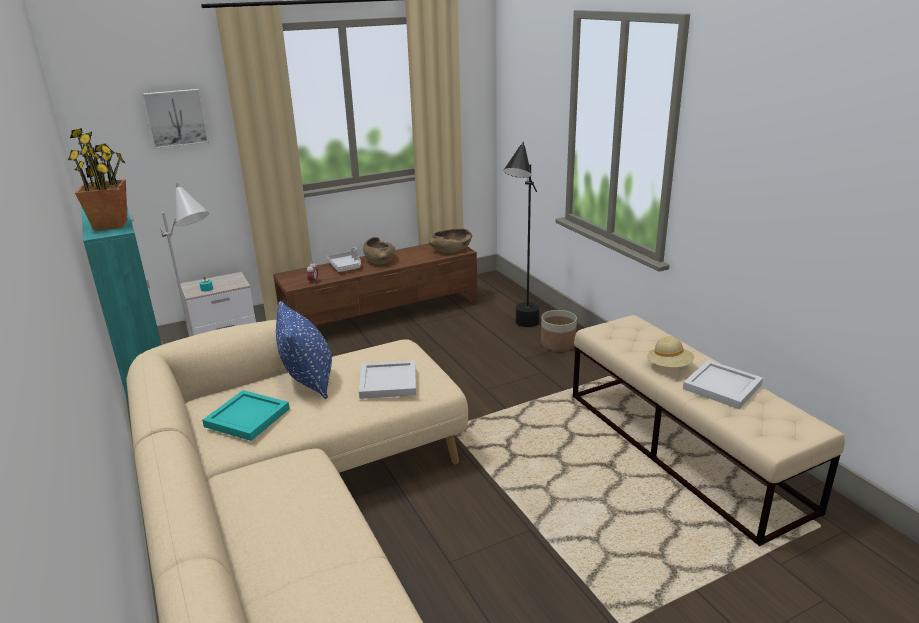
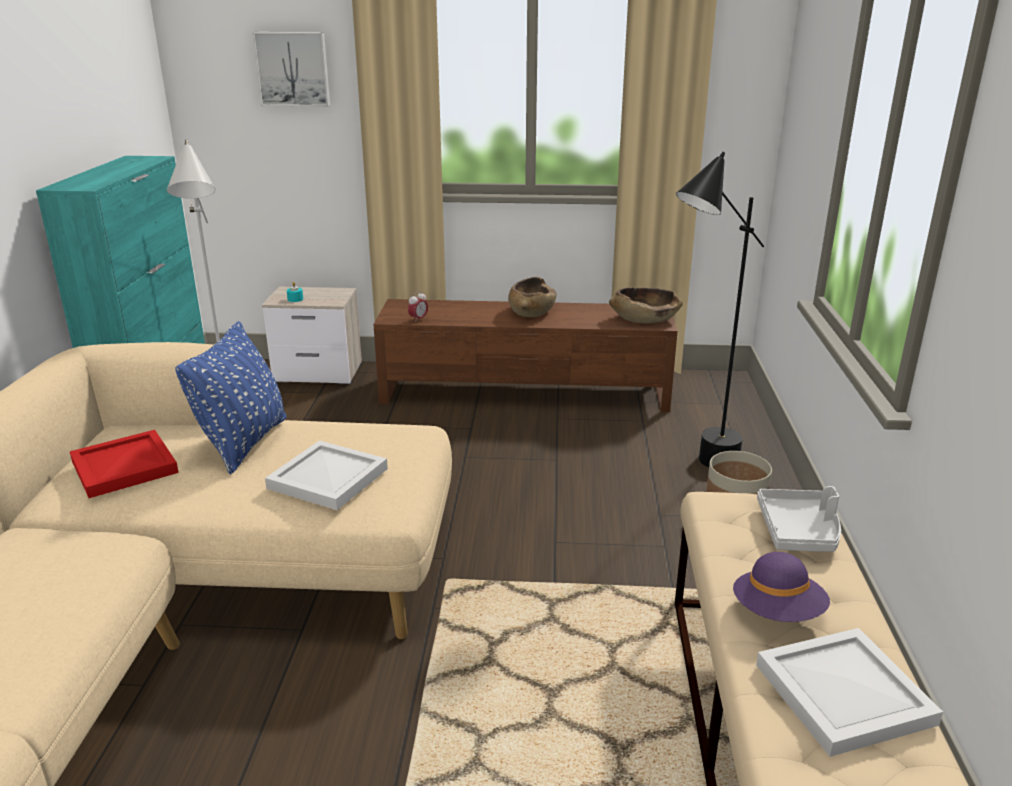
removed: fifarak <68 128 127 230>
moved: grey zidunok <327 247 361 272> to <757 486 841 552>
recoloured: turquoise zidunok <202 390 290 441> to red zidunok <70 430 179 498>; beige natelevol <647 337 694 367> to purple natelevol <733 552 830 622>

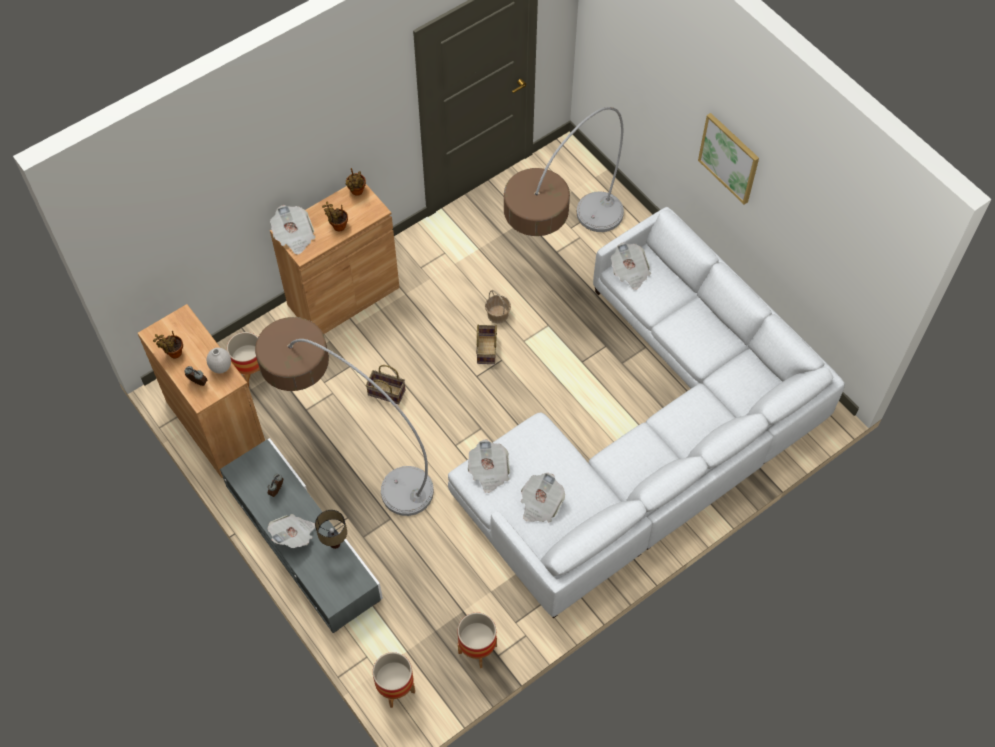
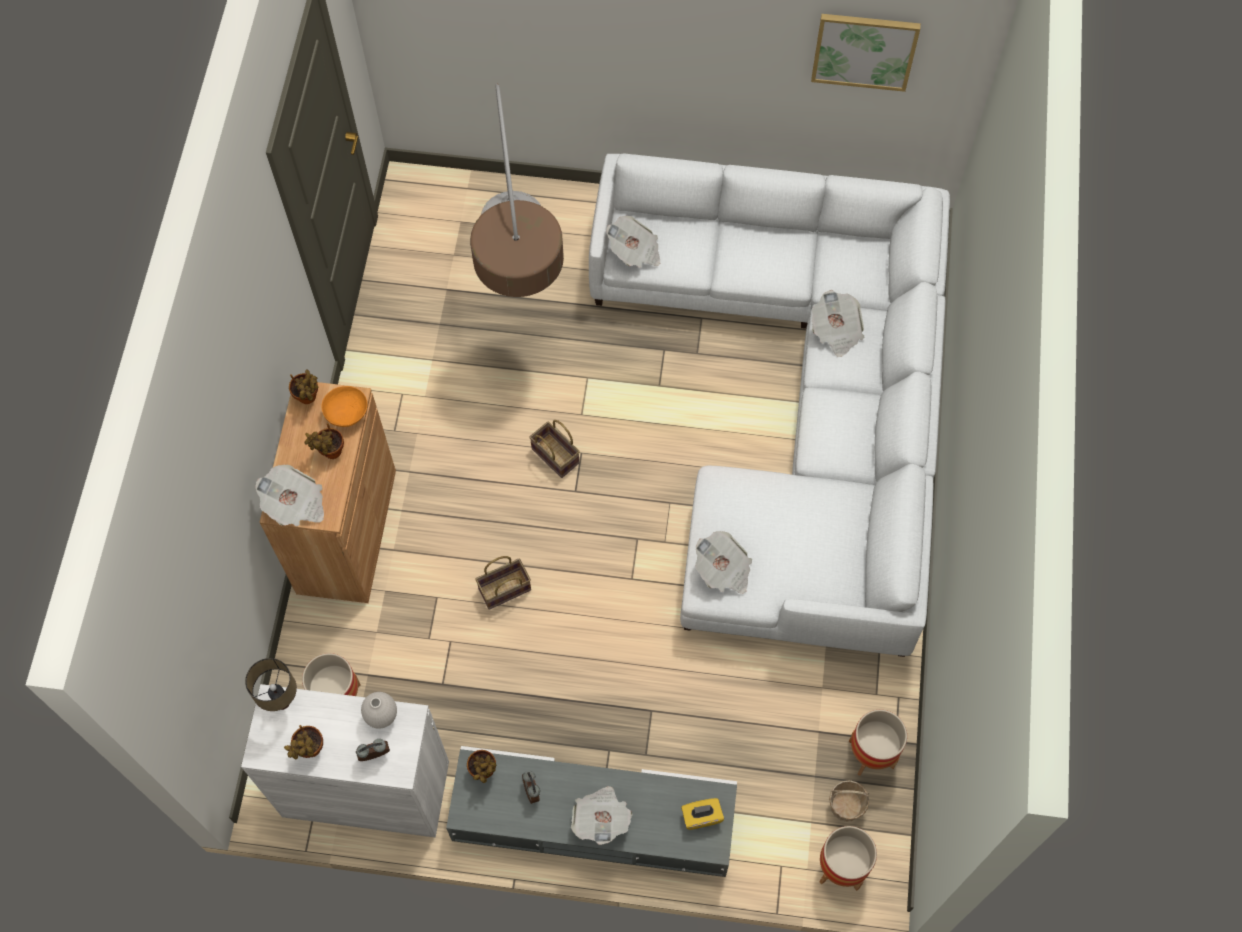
removed: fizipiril <255 317 434 516>
added: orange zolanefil <321 386 367 427>; fifarak <467 750 496 783>; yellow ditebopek <681 798 724 830>
moved: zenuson <315 510 347 549> to <245 658 297 711>; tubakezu <698 113 759 205> to <811 14 921 92>; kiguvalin <521 473 565 522> to <812 290 865 357>; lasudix <485 290 511 324> to <829 780 869 822>
recoloured: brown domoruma <138 304 265 478> to white domoruma <241 684 449 837>

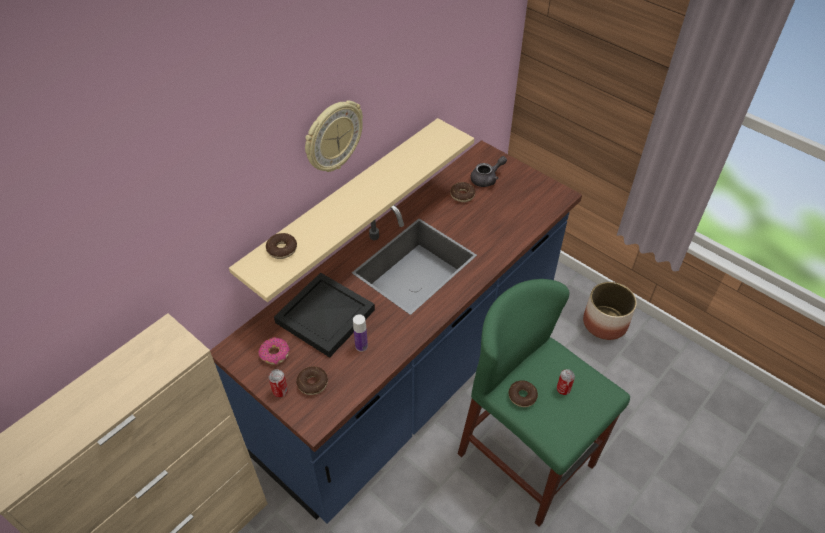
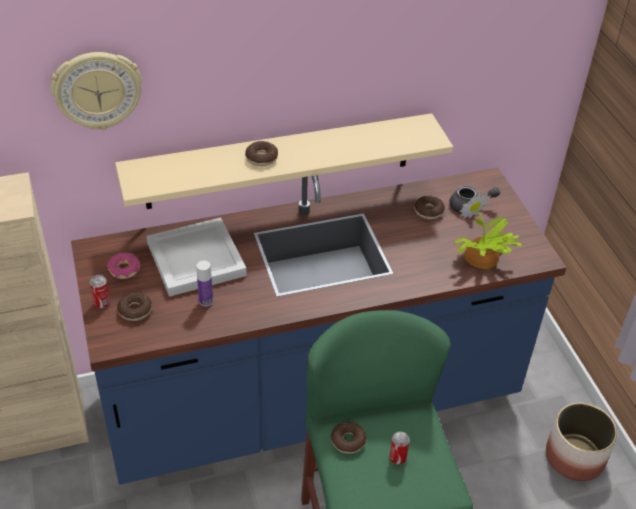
added: fifarak <455 193 524 269>
moved: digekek <305 100 363 172> to <51 52 142 130>; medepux <266 233 297 259> to <245 141 278 166>
recoloured: black zidunok <274 272 375 358> to white zidunok <147 218 247 297>

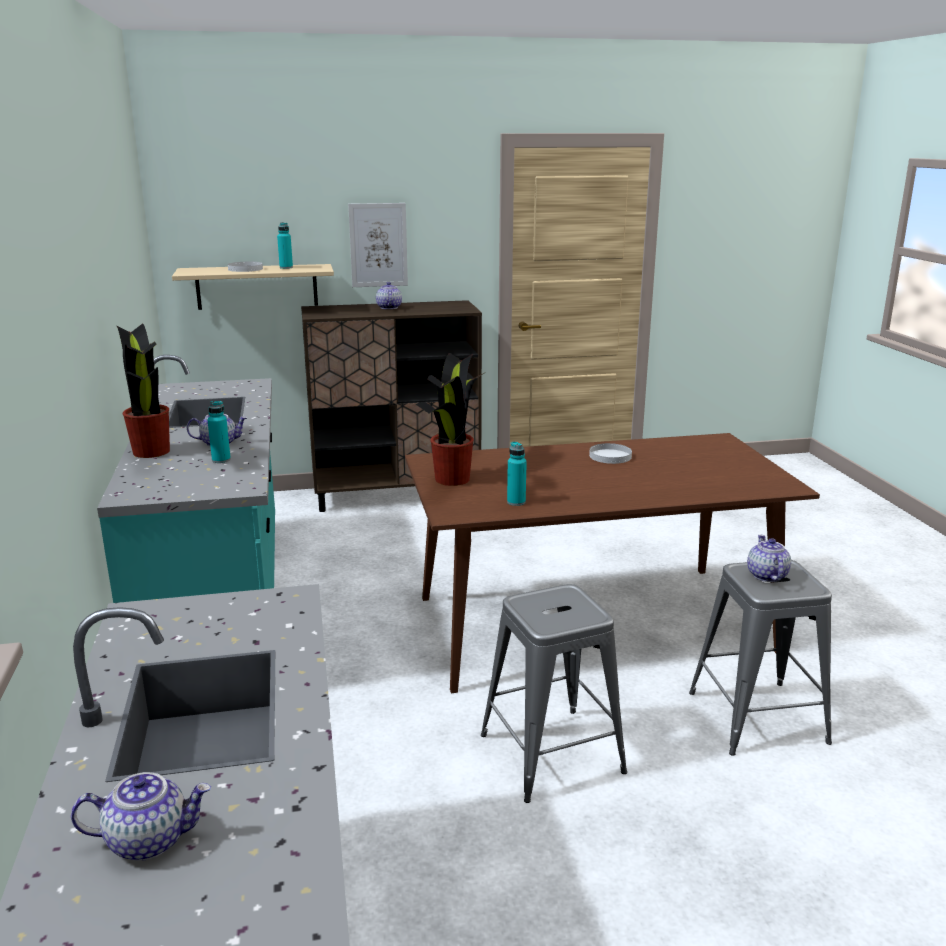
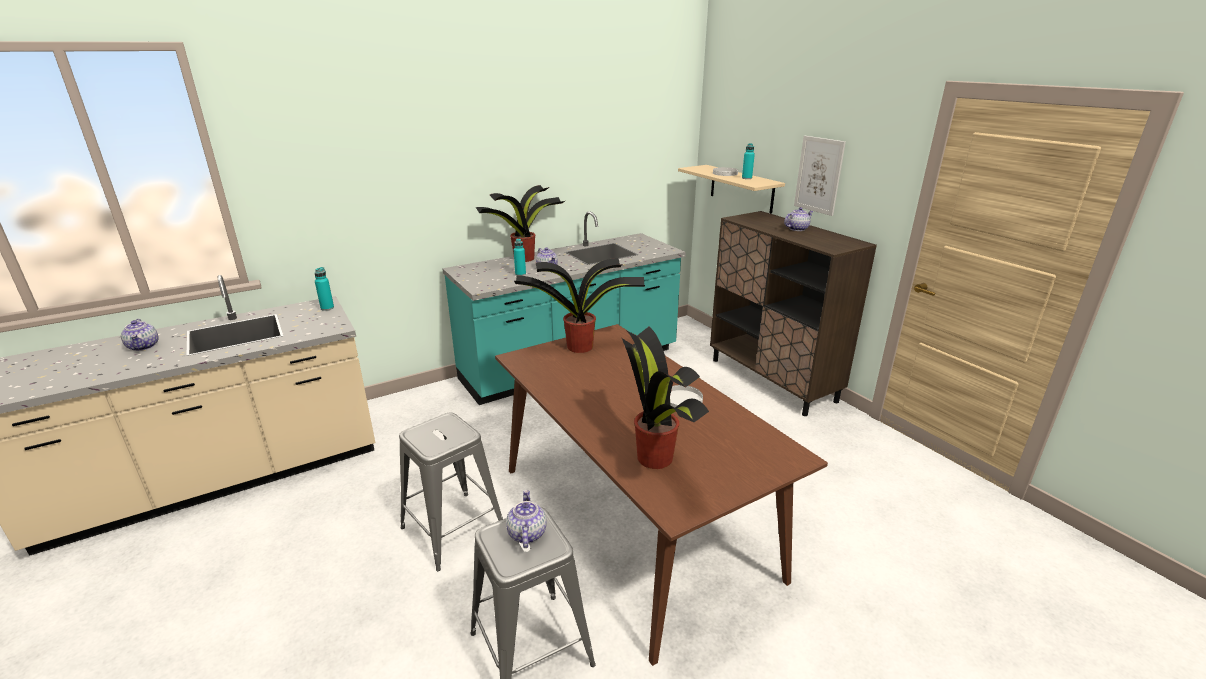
added: fifarak <622 327 709 469>
moved: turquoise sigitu <507 441 527 506> to <315 267 334 311>
turned: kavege <747 535 791 582> = <506 490 547 548> 75 degrees counterclockwise

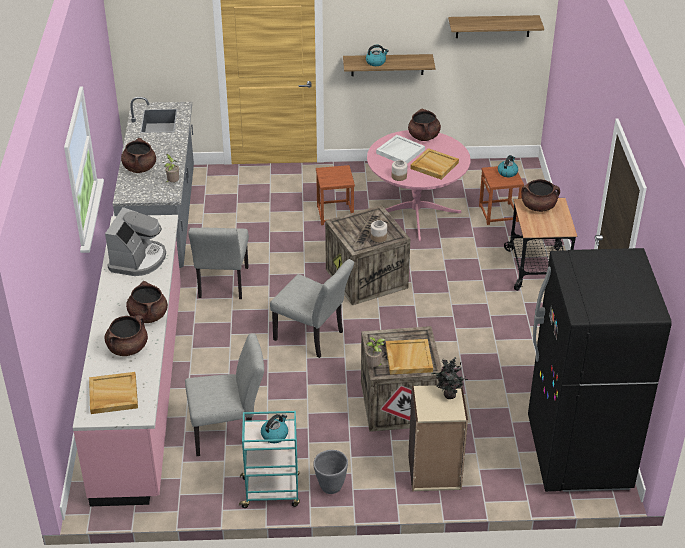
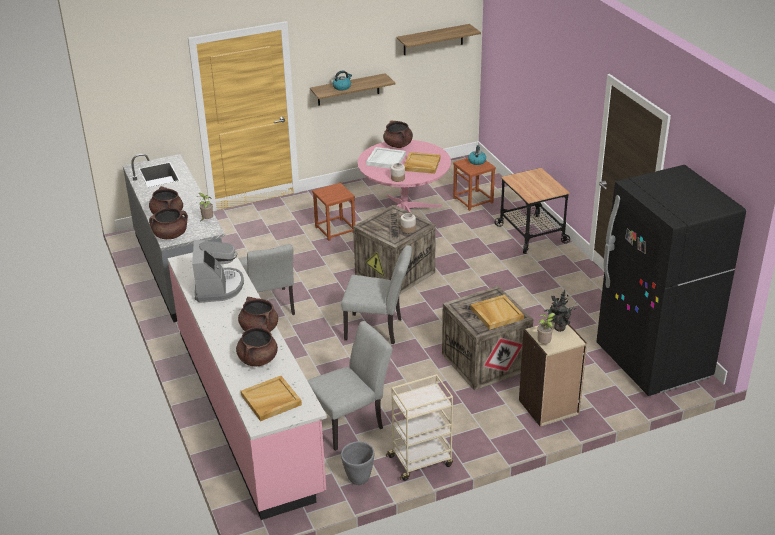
removed: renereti <261 414 288 443>
moved: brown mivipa <521 179 560 212> to <149 208 188 239>; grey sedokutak <313 450 348 494> to <341 441 374 485>; fifarak <366 337 385 367> to <537 313 555 344>
recoloured: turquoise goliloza <239 411 300 508> to beige goliloza <386 374 453 481>

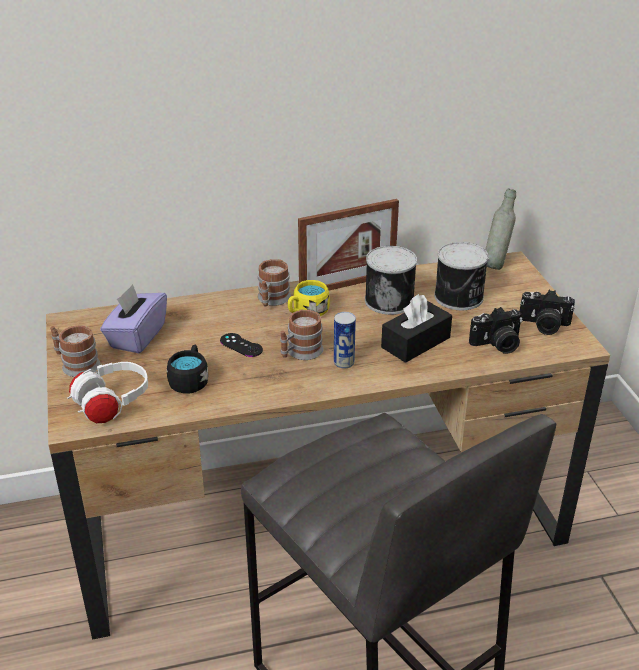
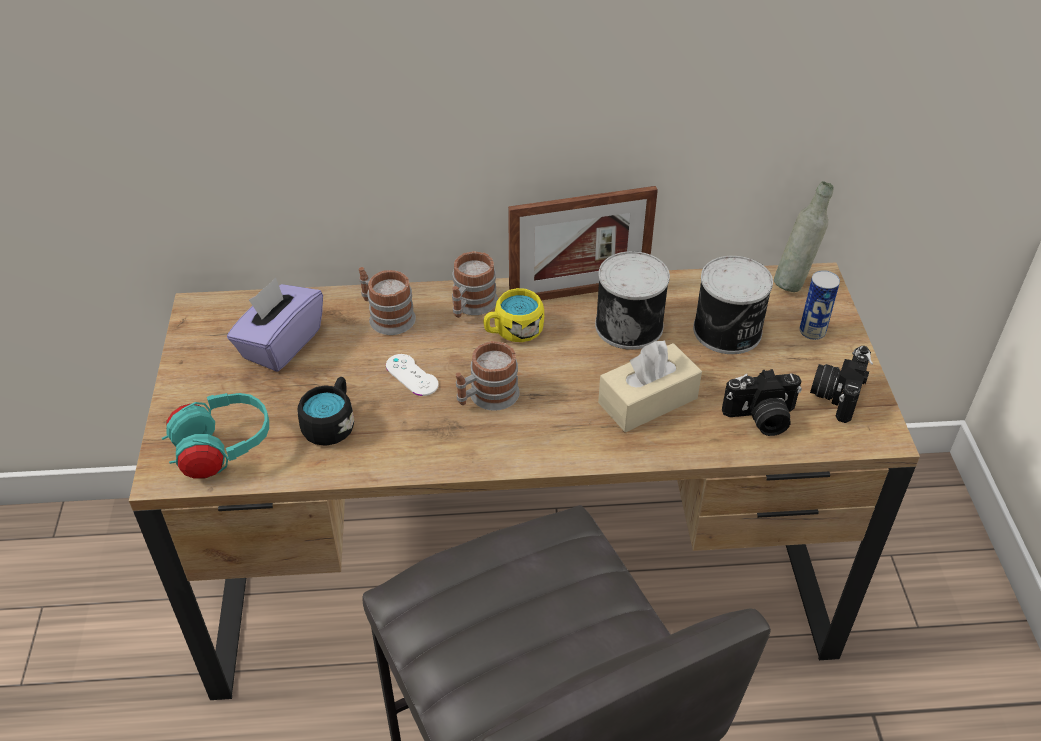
moved: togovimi <50 326 100 377> to <359 267 416 335>; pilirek <334 312 356 369> to <800 270 840 340>
recoloured: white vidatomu <67 362 148 423> to turquoise vidatomu <162 393 269 479>; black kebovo <220 333 263 357> to white kebovo <386 354 438 396>; black ditebopek <381 294 452 363> to beige ditebopek <598 340 702 432>
turned: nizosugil <520 290 575 335> = <810 346 873 423> 90 degrees clockwise

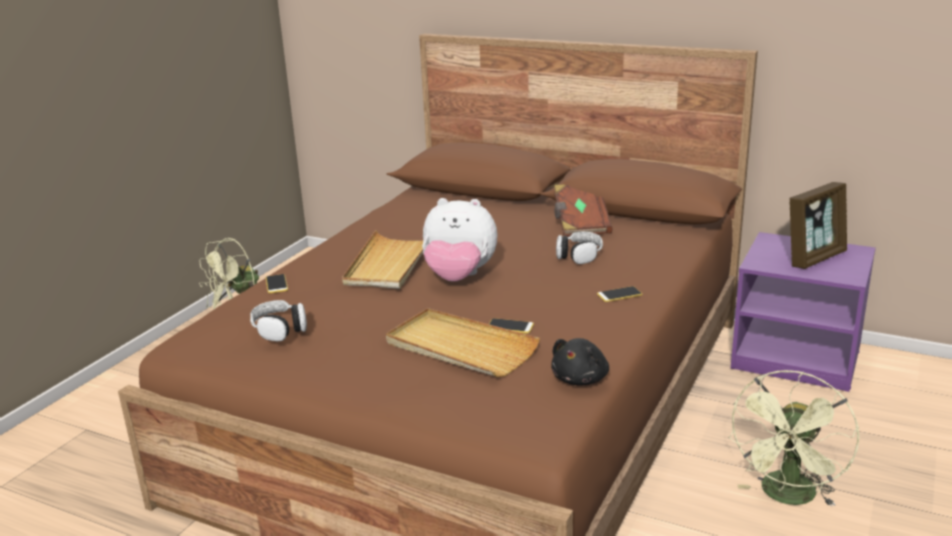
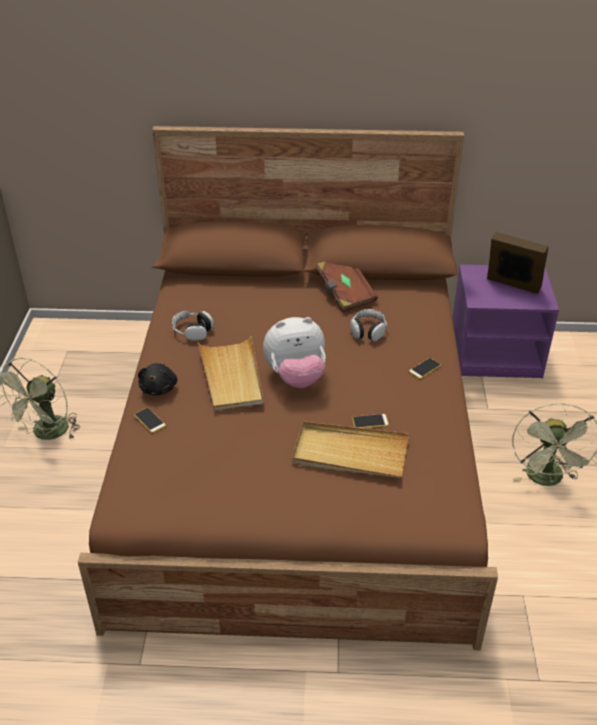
moved: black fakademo <551 338 609 385> to <138 363 178 395>; vidatomu <250 300 307 341> to <172 311 214 341>
turned: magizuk <790 182 847 269> = <487 232 549 294> 90 degrees counterclockwise

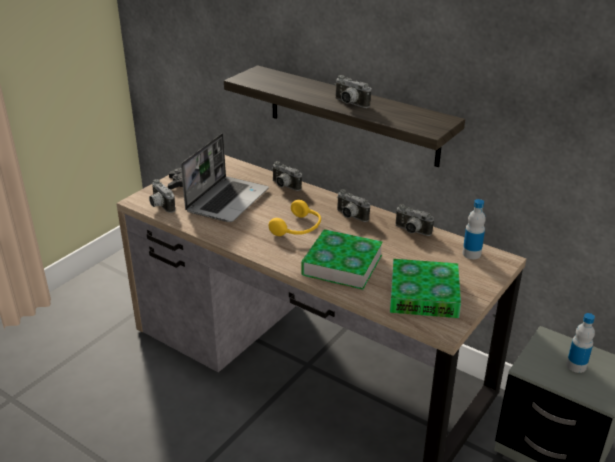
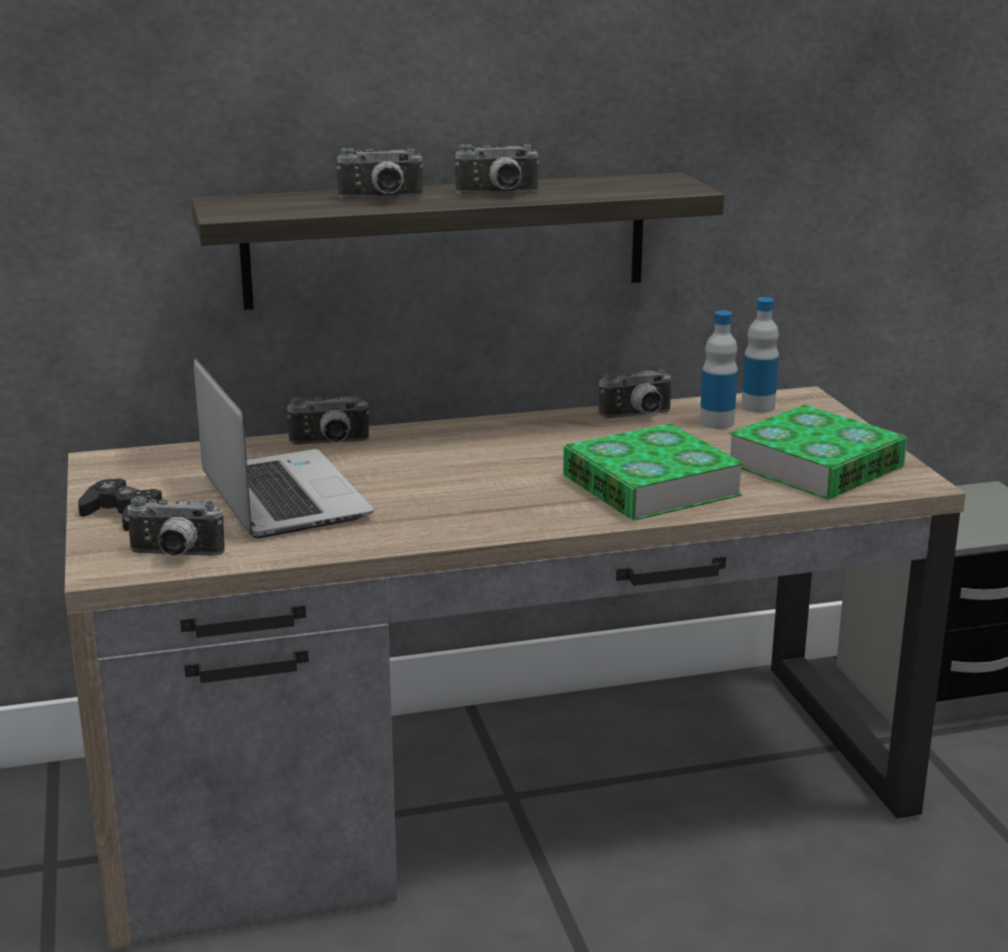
removed: yellow vidatomu <269 200 321 236>
moved: nizosugil <337 190 370 222> to <336 148 424 199>; sigitu <566 313 595 373> to <700 310 738 429>

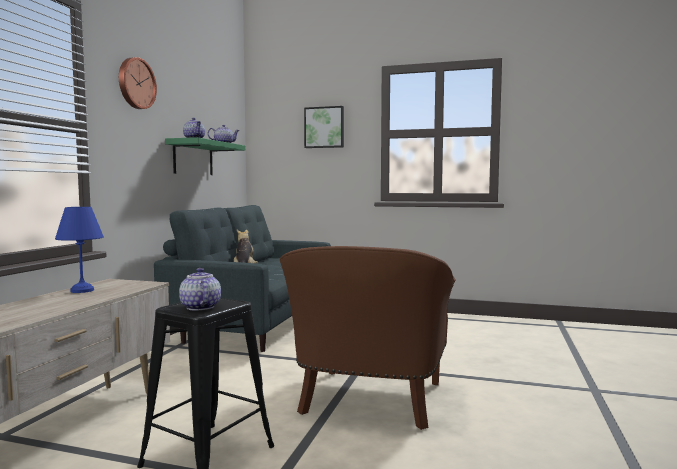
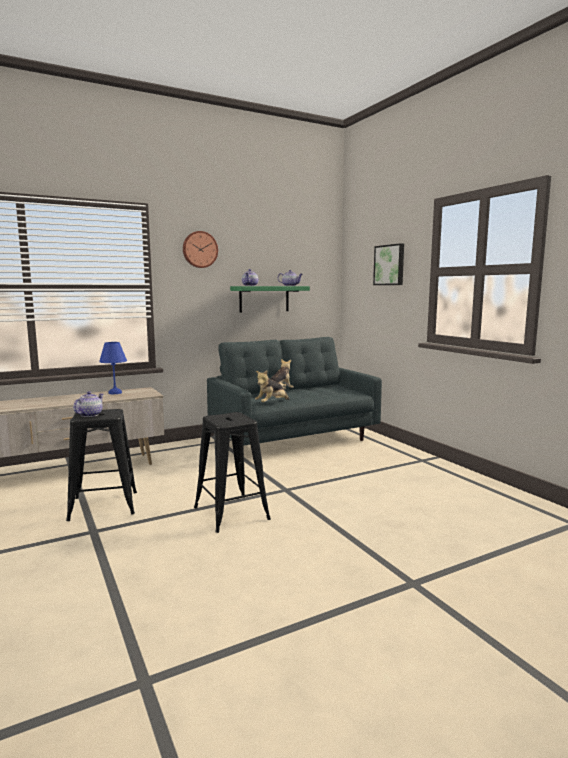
added: fakademo <255 370 289 402>
replaced: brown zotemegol <280 246 455 430> to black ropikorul <194 412 271 533>

